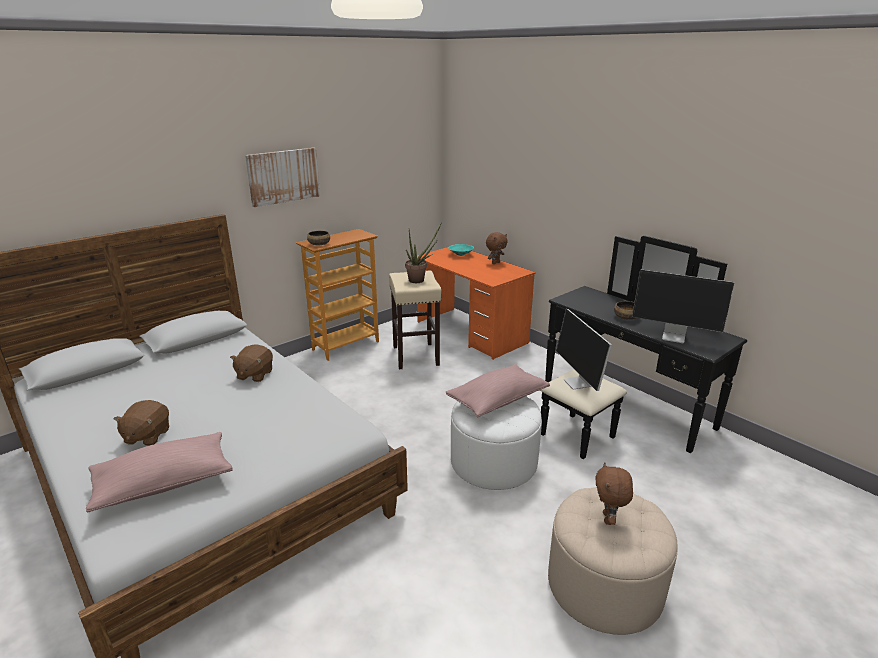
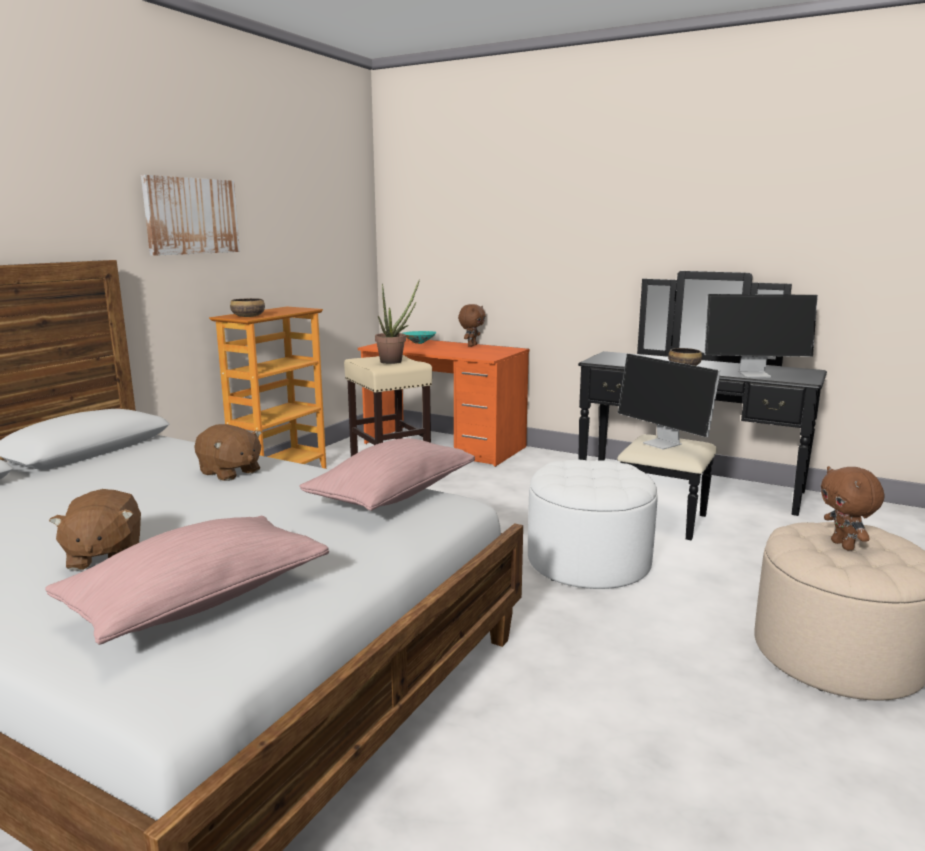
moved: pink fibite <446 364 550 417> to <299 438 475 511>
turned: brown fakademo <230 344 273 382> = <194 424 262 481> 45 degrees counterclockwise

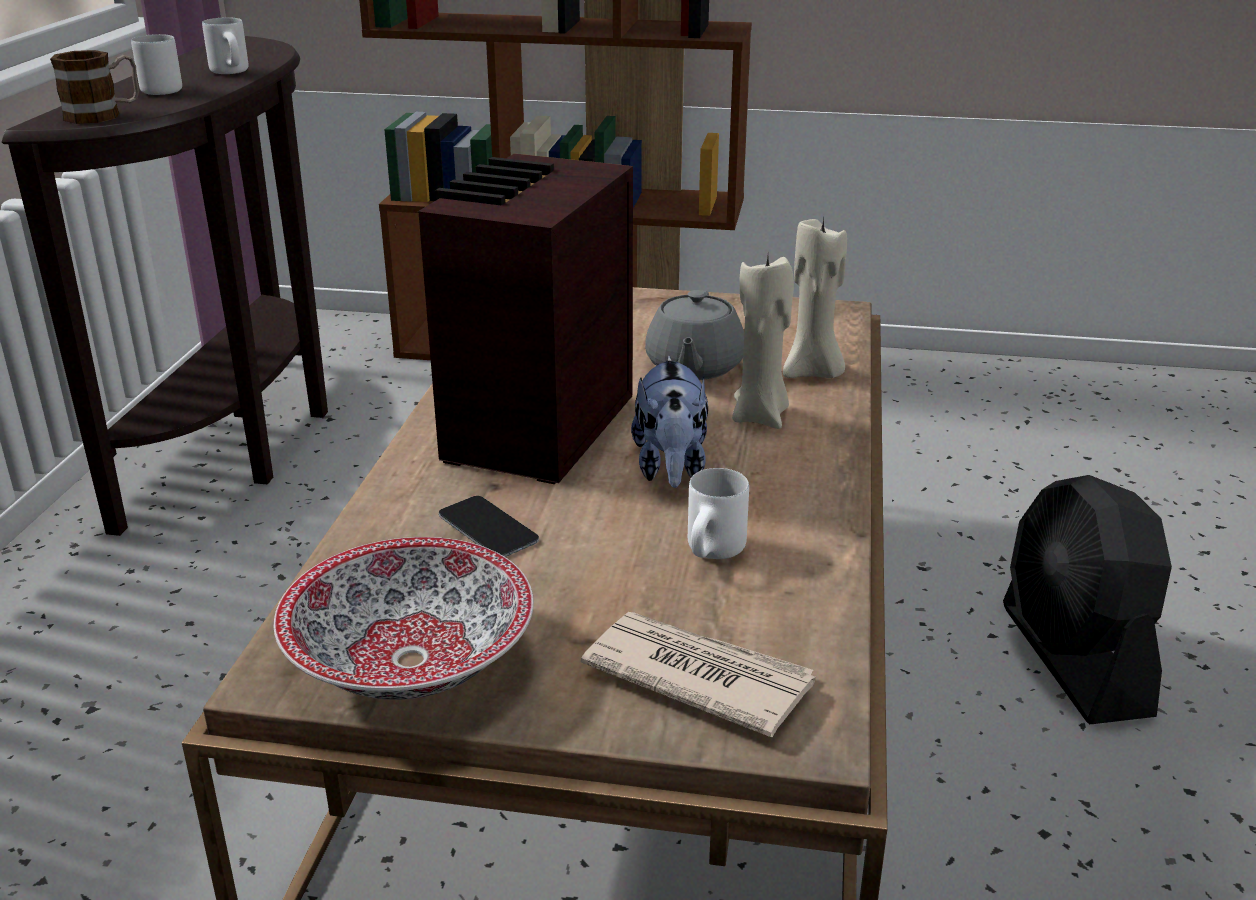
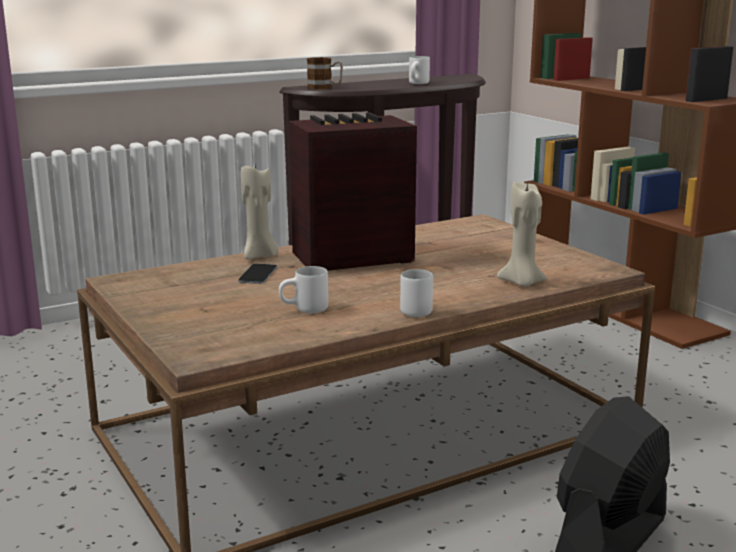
removed: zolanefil <274 537 534 700>; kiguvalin <581 612 816 737>; fakademo <631 355 708 488>; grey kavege <645 290 744 380>
moved: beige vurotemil <732 256 794 429> to <241 164 279 259>; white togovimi <131 34 182 95> to <400 269 433 317>

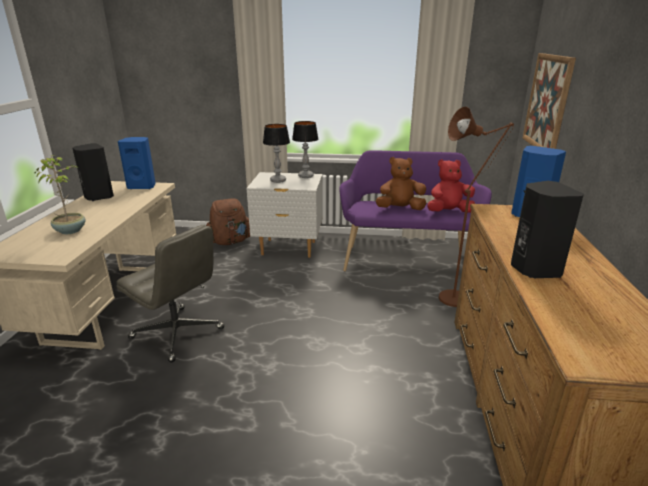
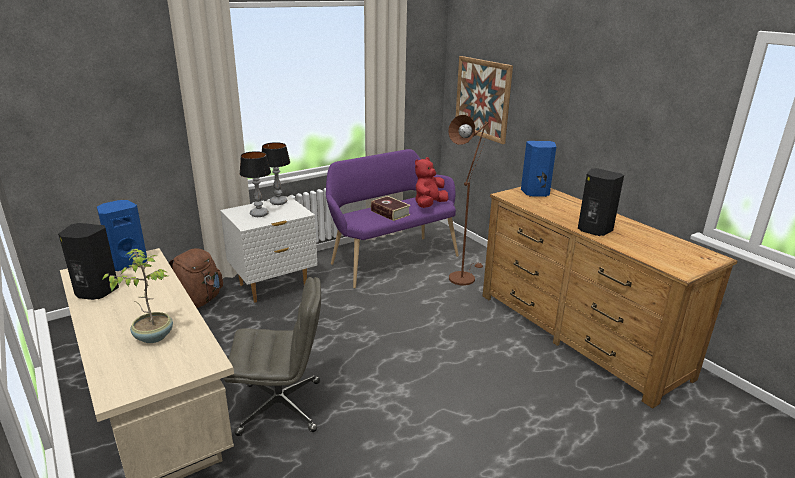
replaced: brown fakademo <376 157 426 210> to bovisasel <371 196 411 221>

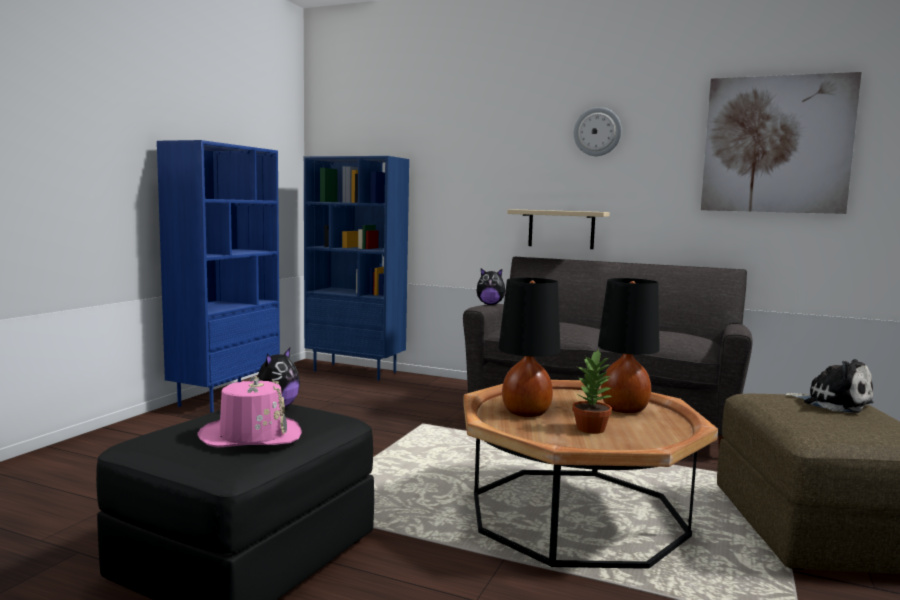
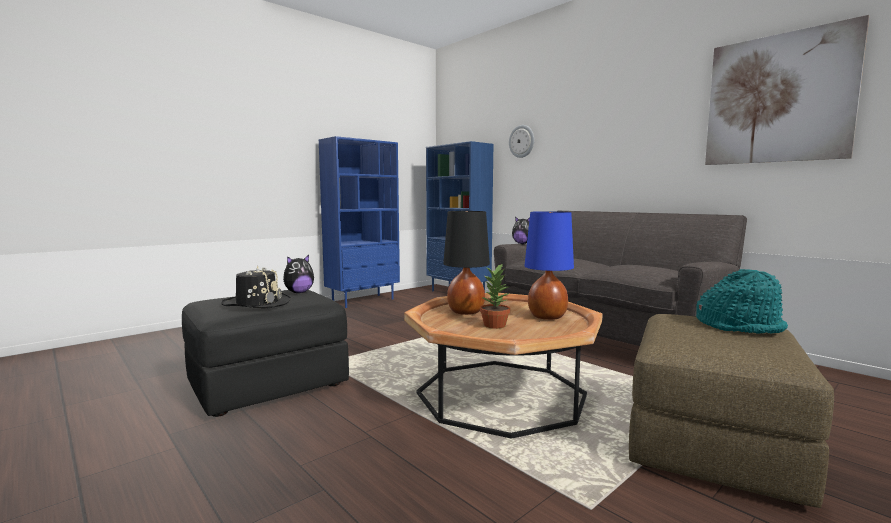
removed: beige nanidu <507 209 610 249>
moved: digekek <574 107 622 156> to <509 125 534 158>
replaced: fakademo <784 359 873 413> to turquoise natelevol <696 269 788 334>
recoloured: pink natelevol <197 376 302 448> to black natelevol <221 266 291 308>; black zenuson <598 278 660 413> to blue zenuson <524 211 574 320>

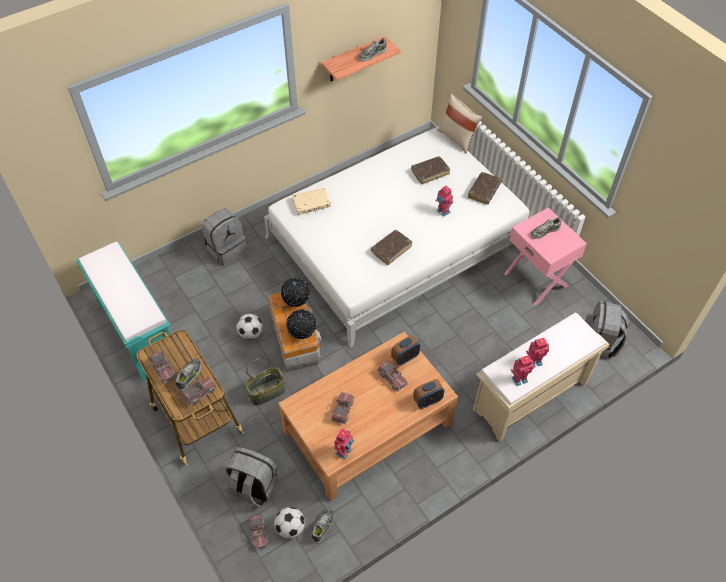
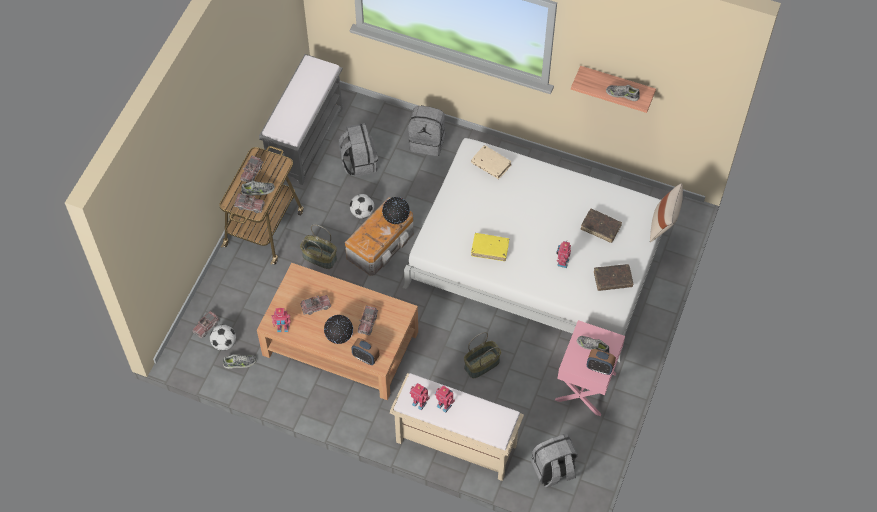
added: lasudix <464 332 501 378>
moved: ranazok <286 309 316 339> to <324 315 353 344>; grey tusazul <225 447 278 508> to <339 123 378 177>; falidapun <391 335 420 366> to <587 349 616 375>
recoloured: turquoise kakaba <76 242 176 381> to grey kakaba <259 54 343 185>; brown bovisasel <371 230 412 265> to yellow bovisasel <471 233 509 261>

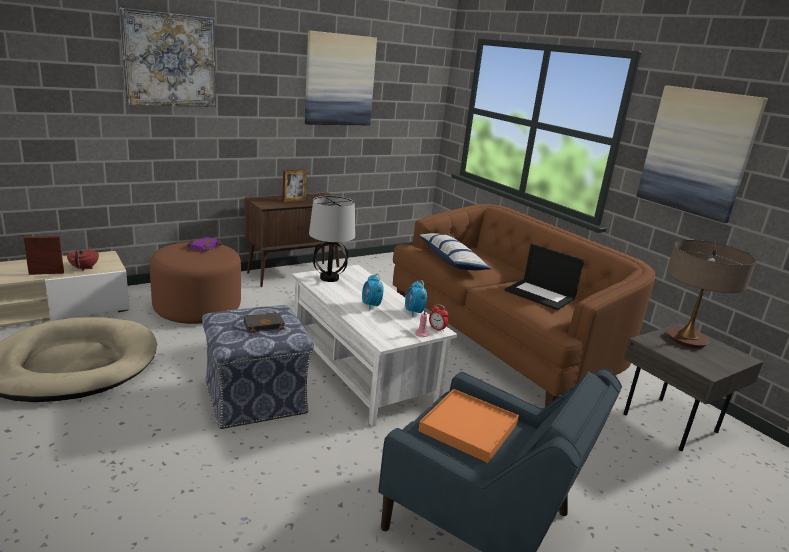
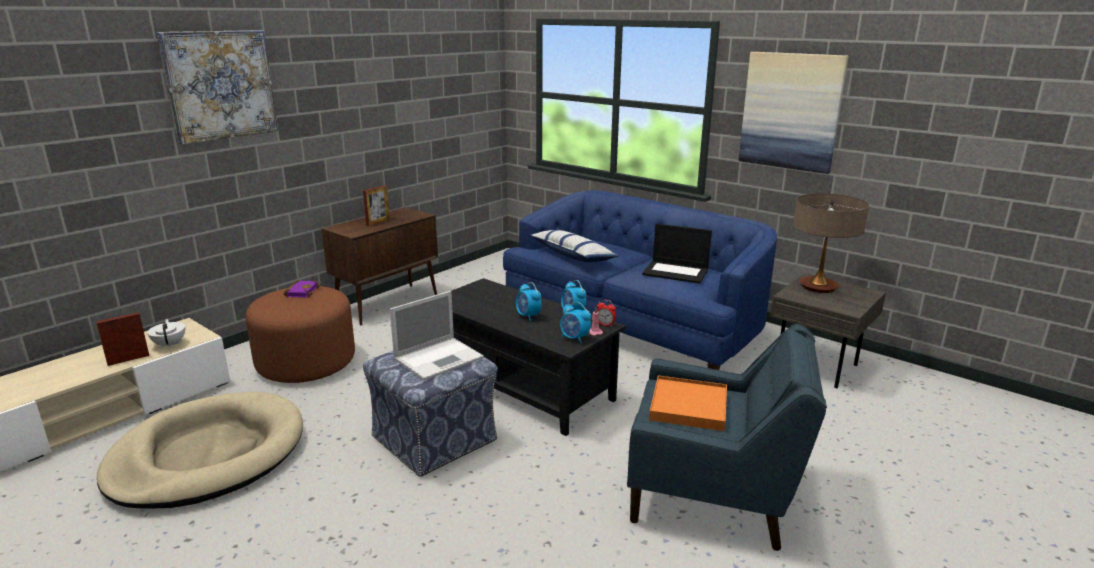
removed: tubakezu <305 30 377 125>; zenuson <309 196 355 282>
added: falidapun <560 302 591 343>
replaced: black bovisasel <244 312 285 333> to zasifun <390 291 484 381>
recoloured: red kavege <67 247 99 271> to white kavege <147 319 185 348>; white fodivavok <292 265 457 427> to black fodivavok <451 278 626 436>; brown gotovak <393 204 655 407> to blue gotovak <503 191 777 370>

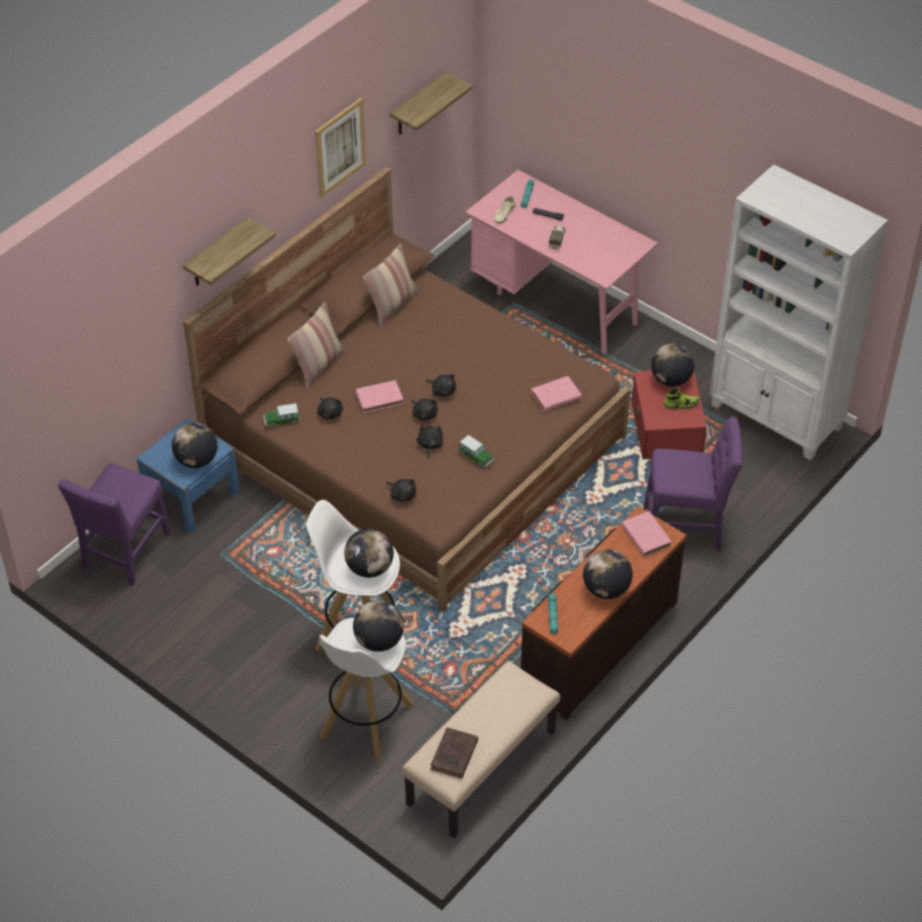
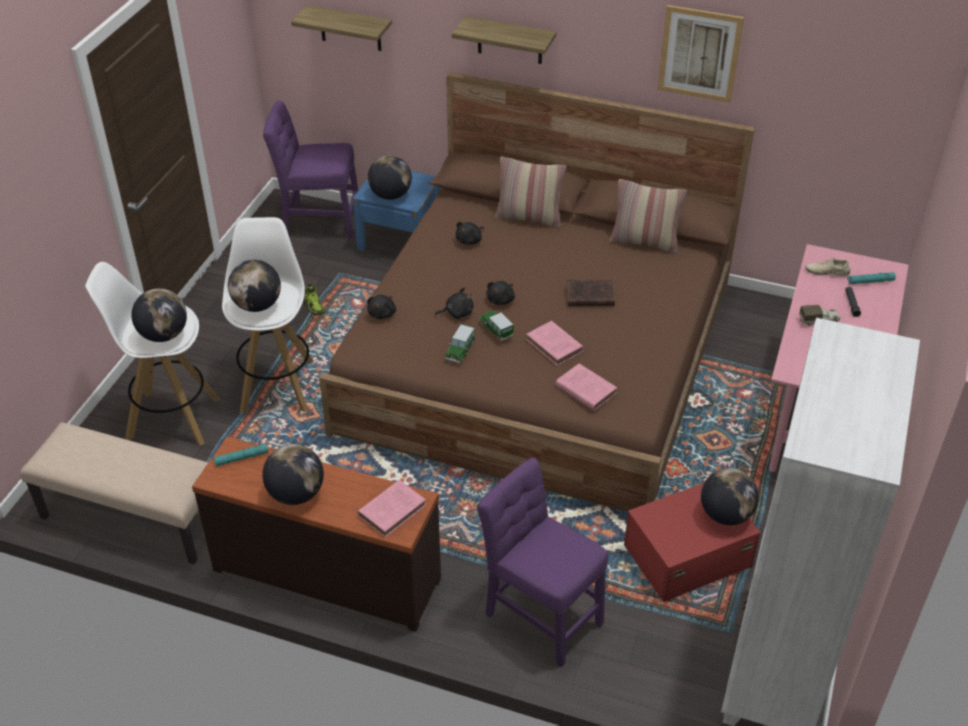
removed: black fakademo <426 374 456 397>
moved: nanidu <390 72 473 135> to <291 5 392 51>; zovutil <663 387 700 409> to <305 284 325 316>; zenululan <263 403 300 428> to <479 311 514 341>; pink bovisasel <355 380 404 413> to <526 321 584 366>; brown bovisasel <431 727 478 779> to <566 280 615 306>
turned: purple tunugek <644 416 742 550> = <477 457 608 667> 150 degrees clockwise

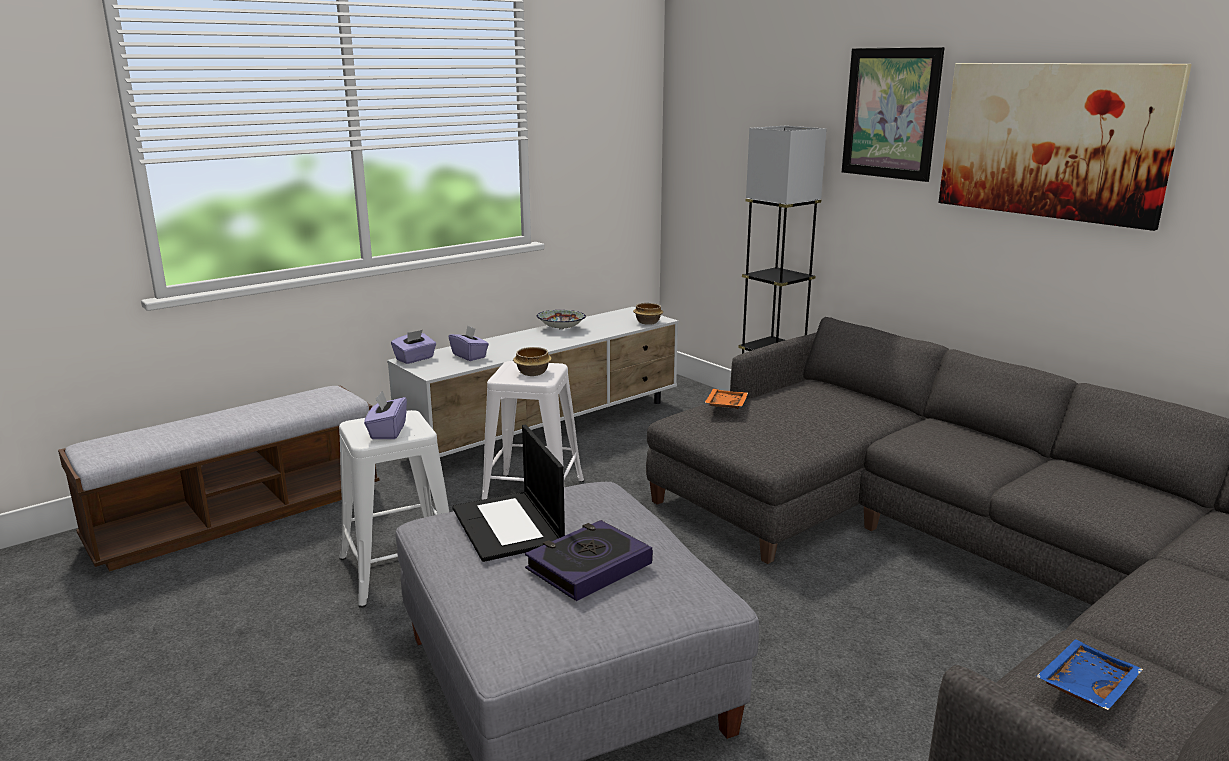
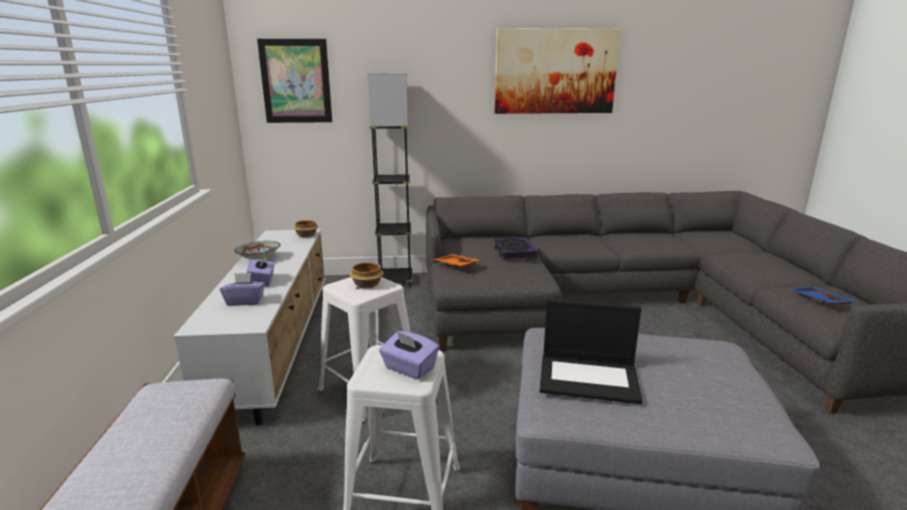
moved: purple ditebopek <391 330 436 364> to <247 255 275 286>; tubakezu <842 47 945 182> to <257 39 332 123>; bovisasel <525 520 653 601> to <494 237 538 260>

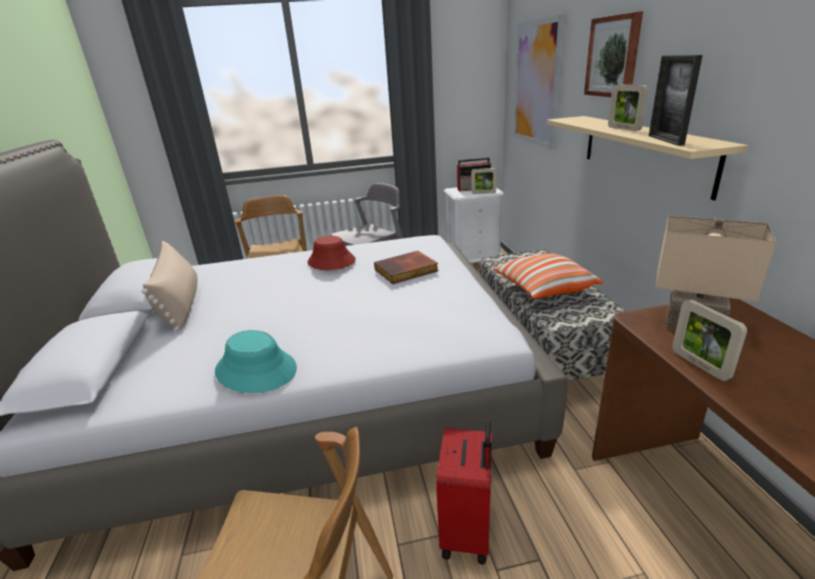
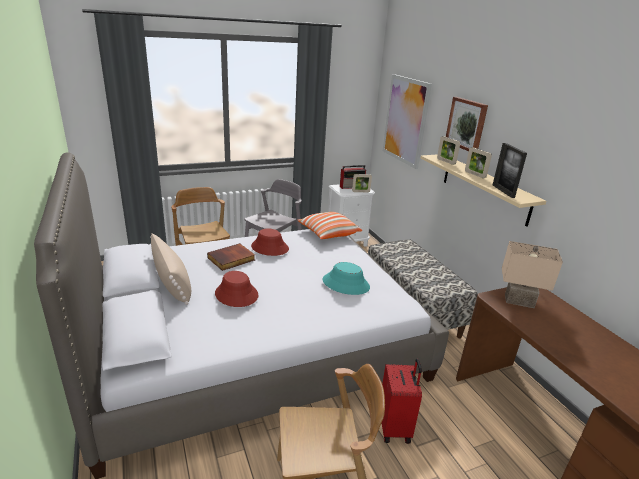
added: red natelevol <215 271 259 307>
moved: bovisasel <374 251 439 284> to <207 243 255 271>; fibite <493 253 603 299> to <298 212 362 239>; turquoise natelevol <215 330 297 393> to <323 262 370 295>; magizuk <672 300 747 381> to <437 136 460 165>

